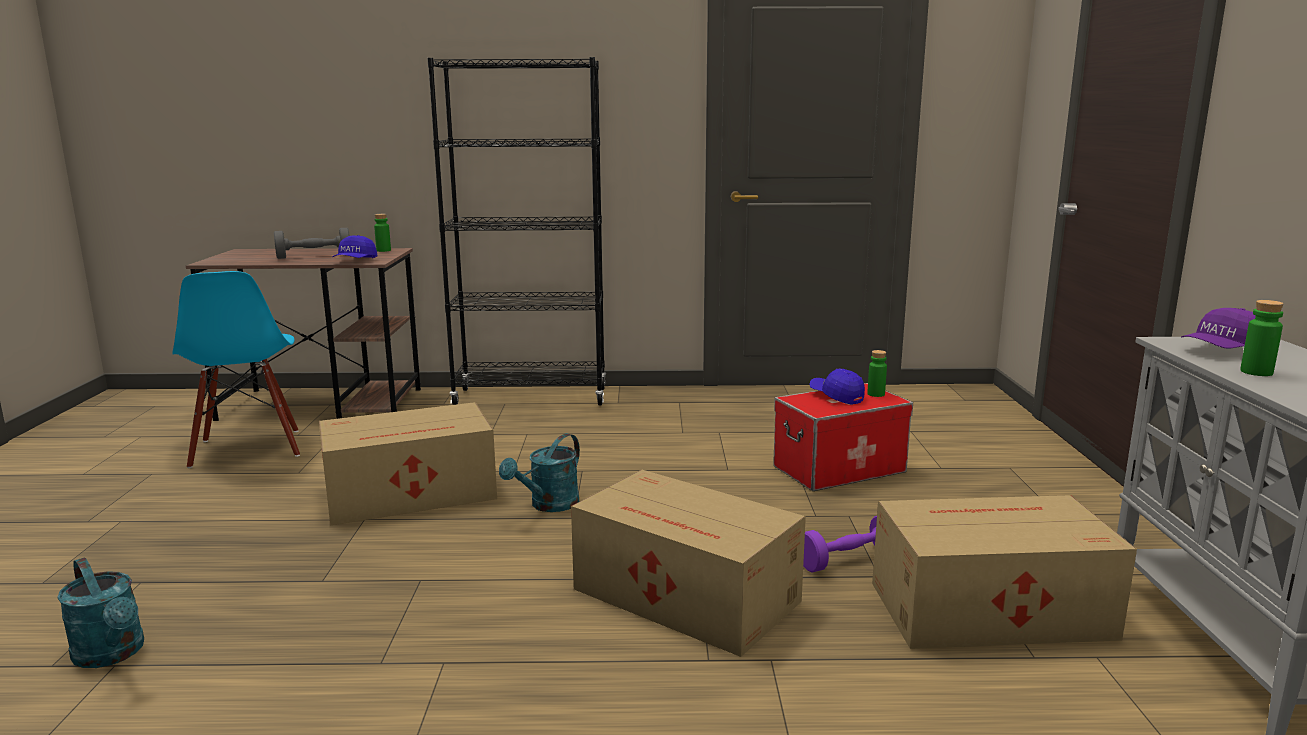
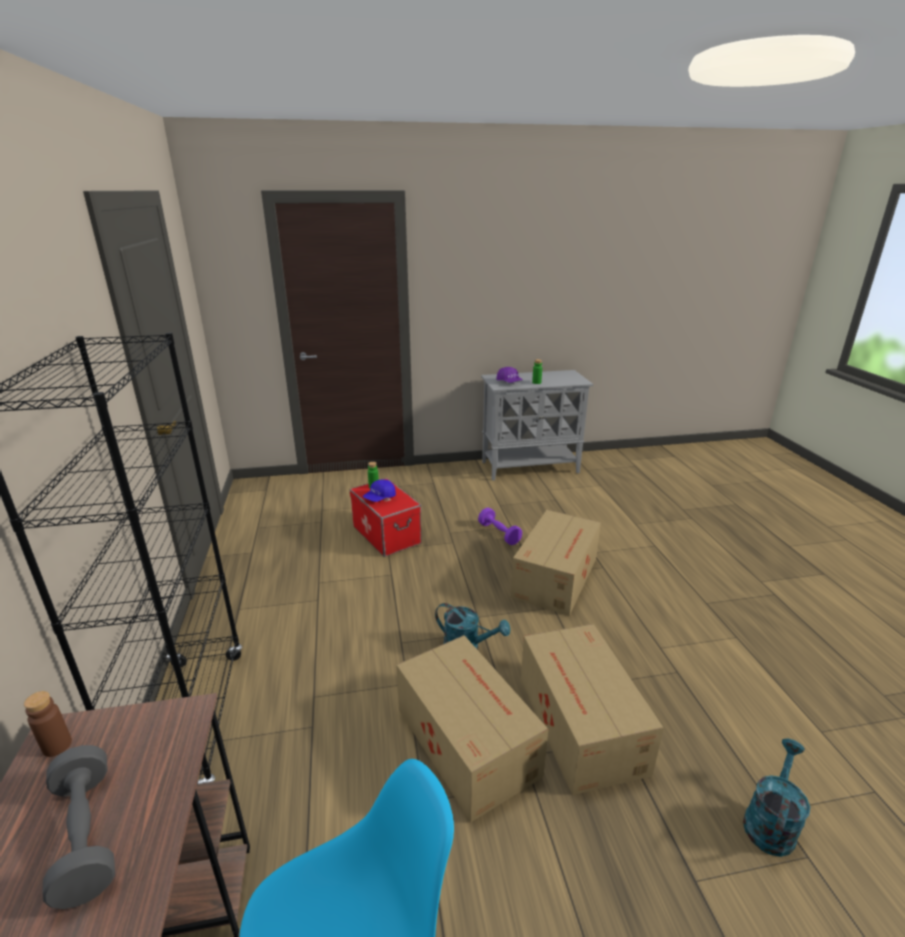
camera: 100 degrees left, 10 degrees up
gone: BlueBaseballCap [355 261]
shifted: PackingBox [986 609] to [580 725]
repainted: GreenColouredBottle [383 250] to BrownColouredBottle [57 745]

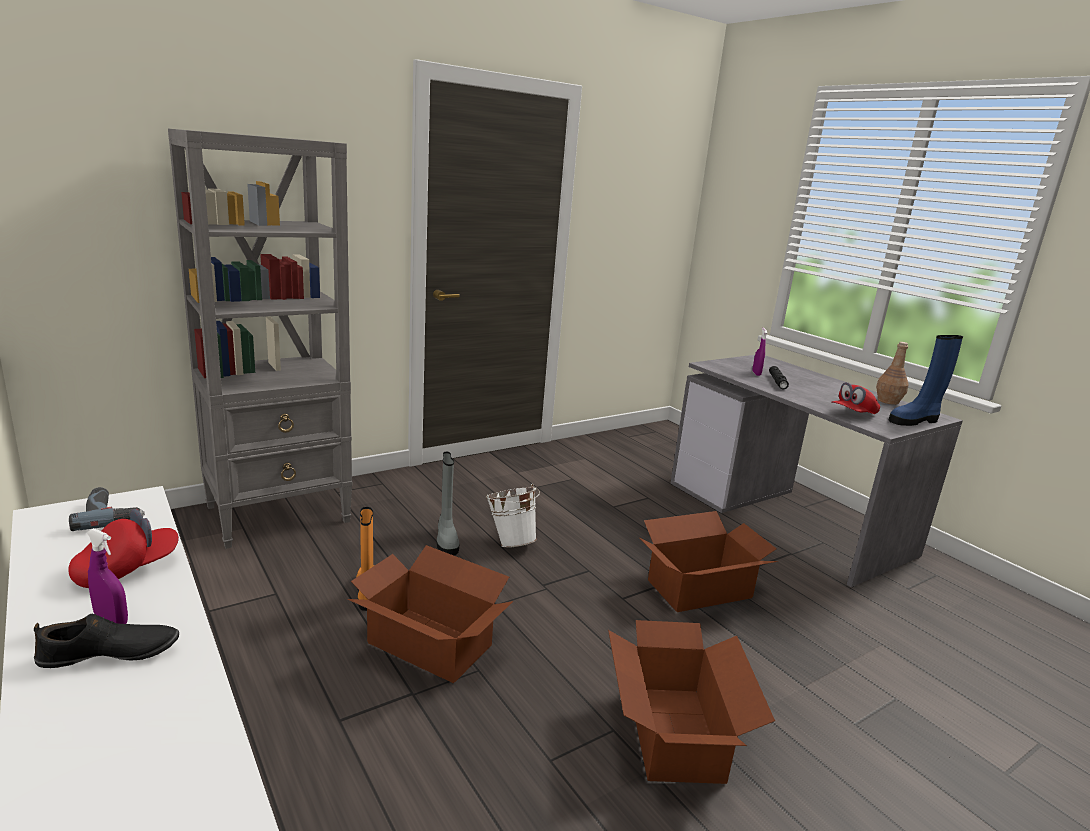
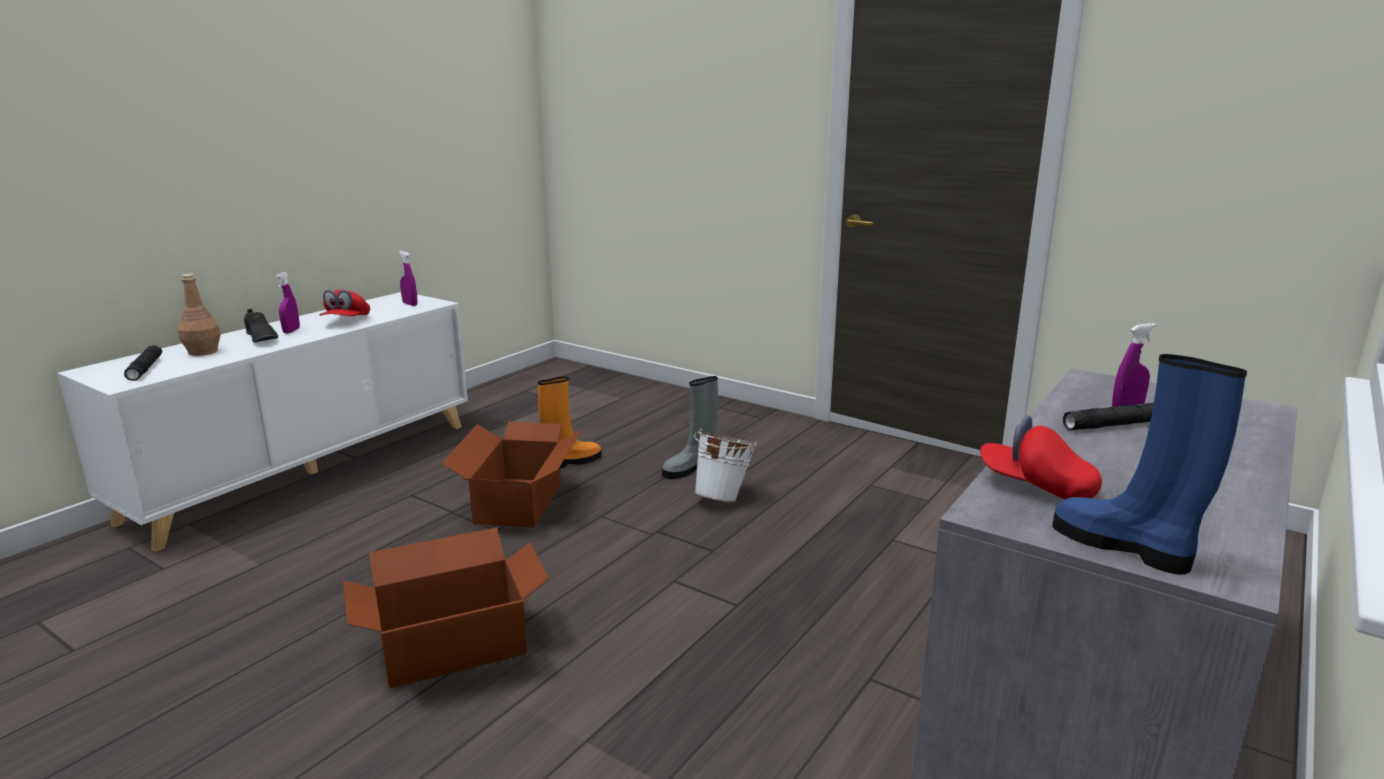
camera: 70 degrees right, 0 degrees up
gone: GrayBookcase [280 514]; PackingBox [701 589]
new: BlackishTorch [145 369]
shifted: BrownColouredBottle [888 401] to [203 352]
swapped: PowerDrill [111 514] to PurplishSprayer [410 304]
rotated: RedColouredBaseballCap [127 569] = [346 321] 75 degrees clockwise

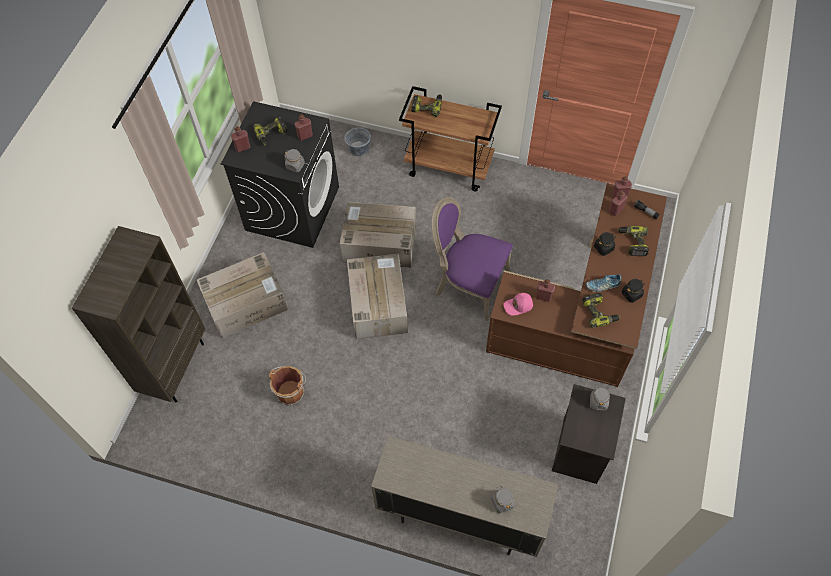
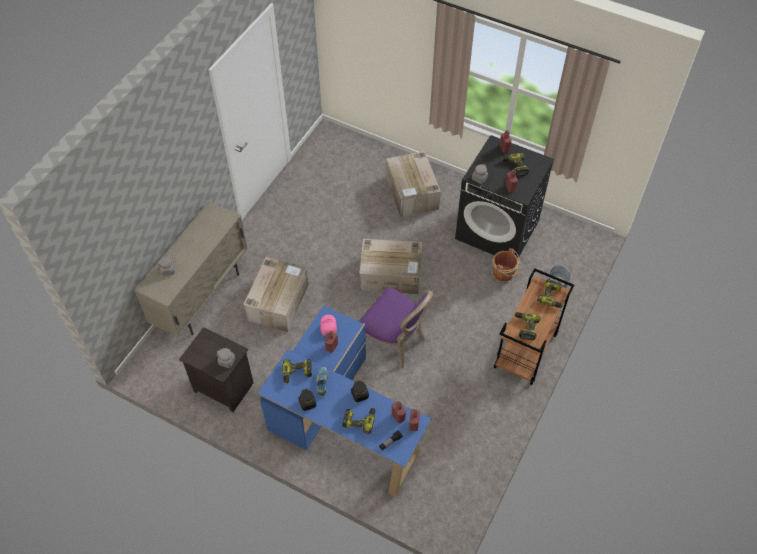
camera: 100 degrees right, 5 degrees down
gone: BrownColouredBookcase [175 367]
new: PowerDrill [525 327]
shifted: PackingBox [378 244] to [278 301]; BrownColouredBucket [290 391] to [504 275]
repainted: BrownColouredDeskTable [582 317] to BlueDeskTable [341 422]
rotated: PurplishUprightChair [469 284] = [395 342] 90 degrees clockwise

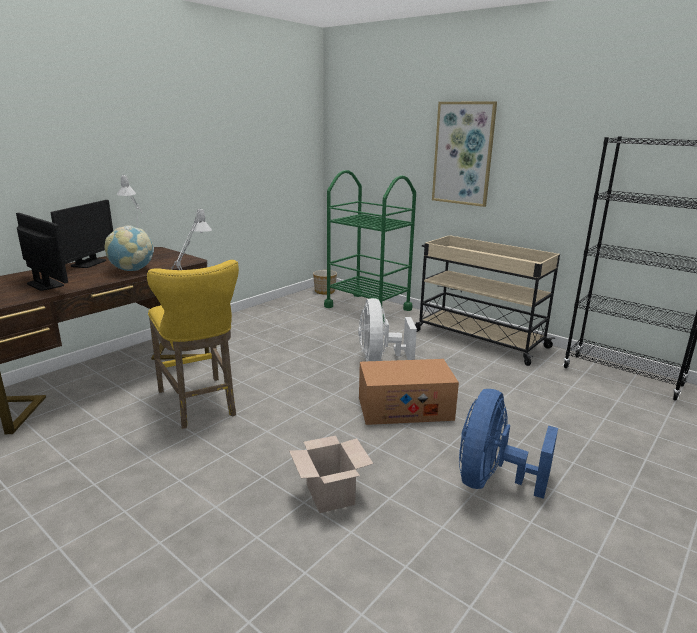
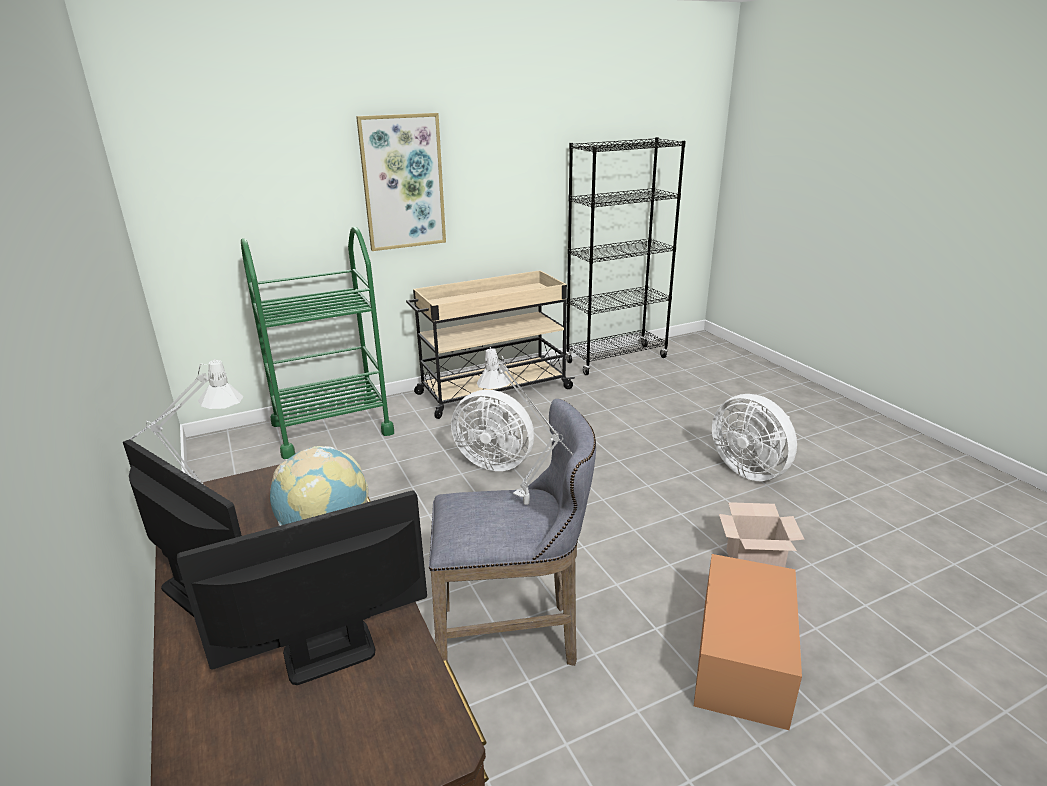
camera: 65 degrees left, 5 degrees up
gone: FlowerPot [324 291]
shifted: PackingBox [405 408] to [742 659]
repainted: YellowishStool [199 404] to GrayStool [514 638]; BlueCoolingFan [492 480] to WhiteCoolingFan [750 470]

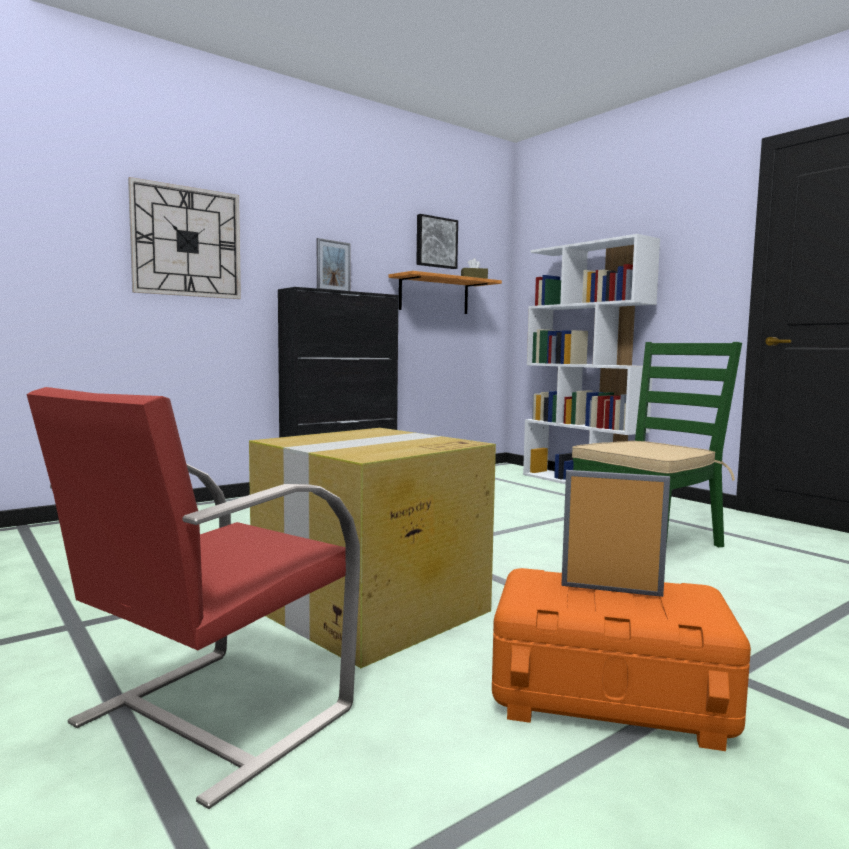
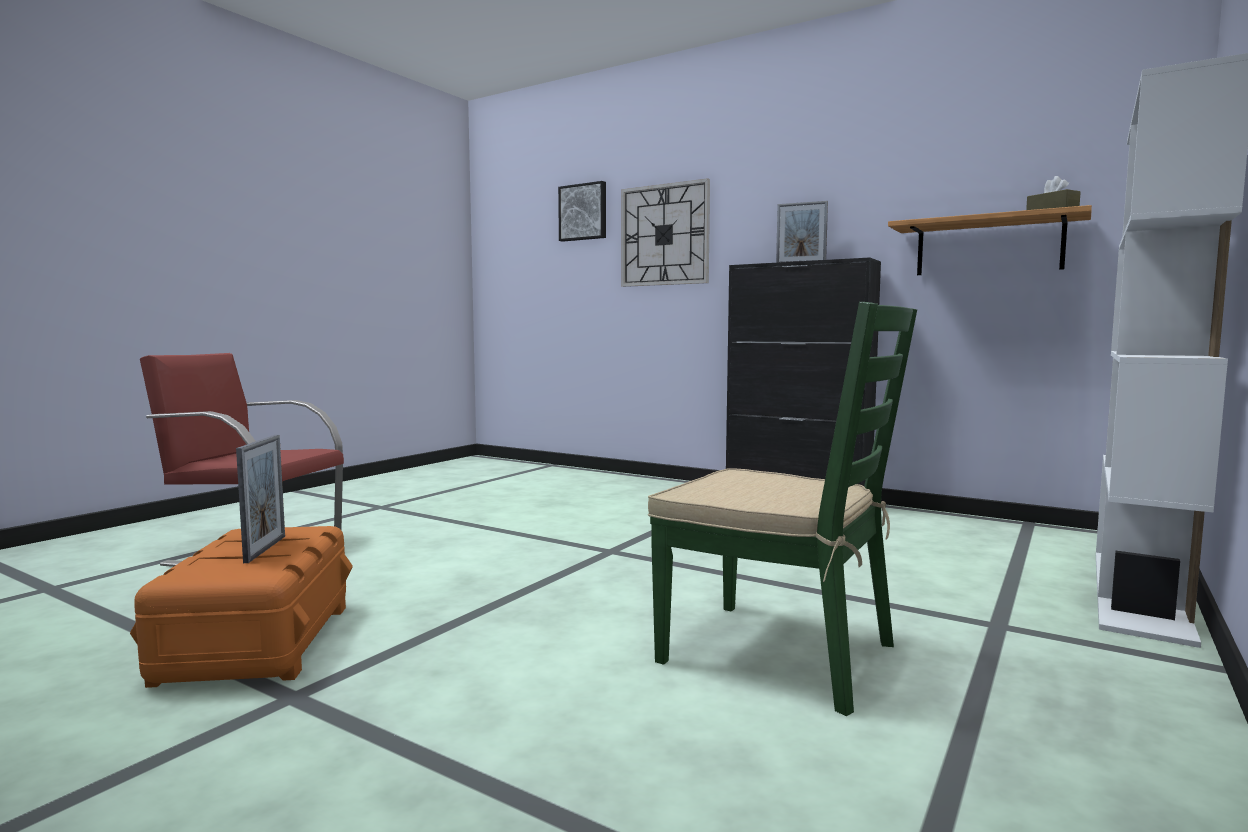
camera: 70 degrees right, 0 degrees up
gone: PackingBox [369 610]
shifted: WallArt [435 242] to [583 212]

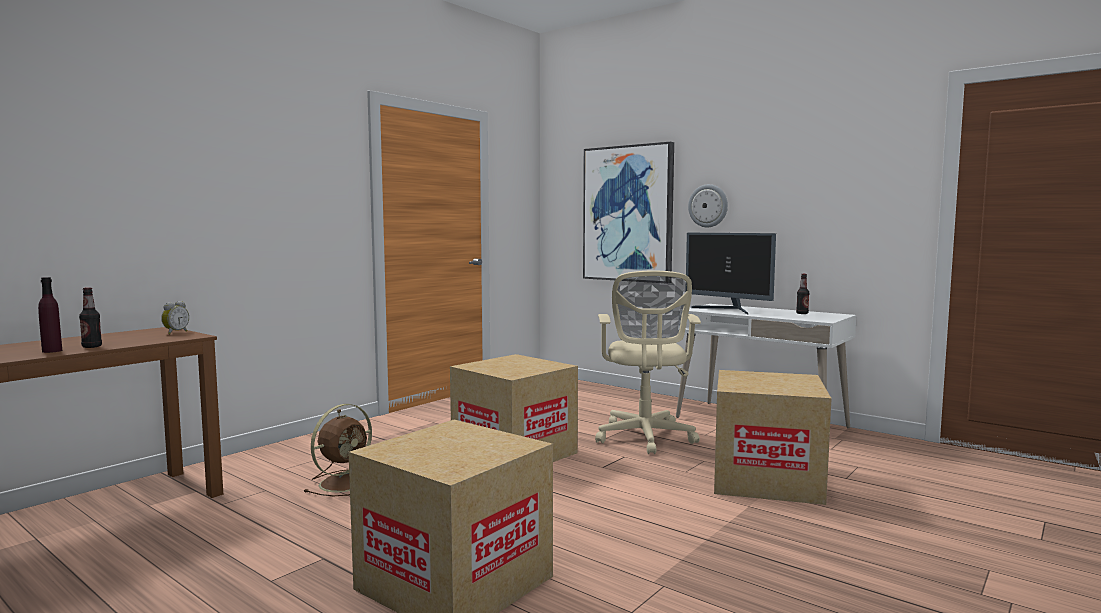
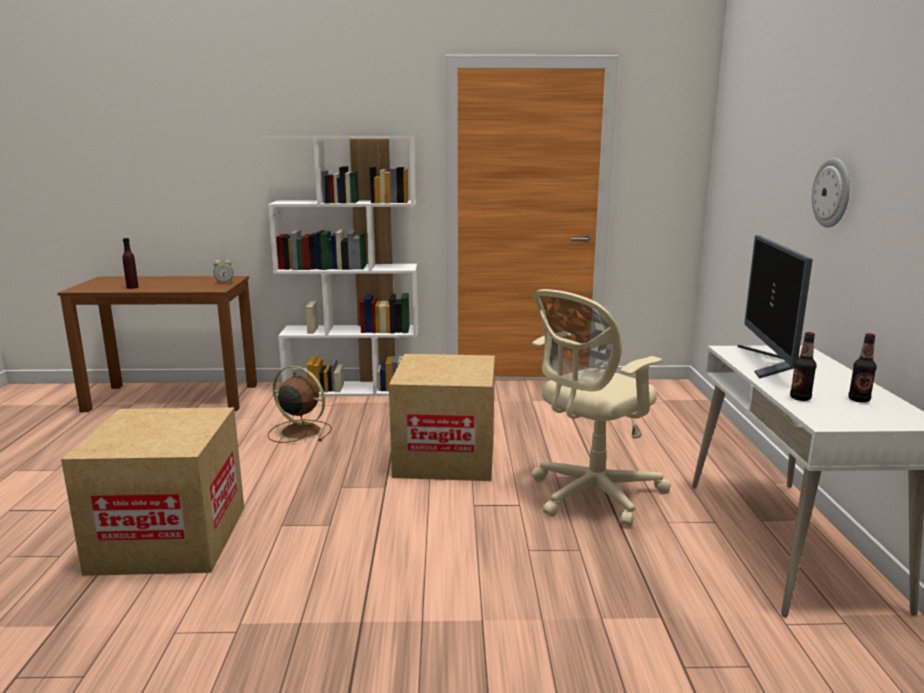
camera: 50 degrees right, 10 degrees up
gone: WallArt [628 214]; PackingBox [766 480]
new: WhiteBookcase [353 389]
shifted: Bottle [92 346] to [800 398]
rotated: BrownColouredCoolingFan [346 482] = [299 431] 150 degrees counterclockwise

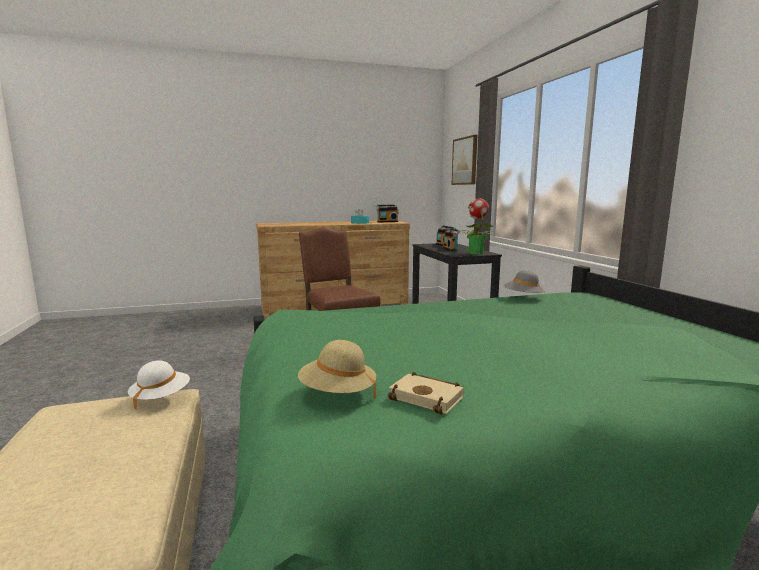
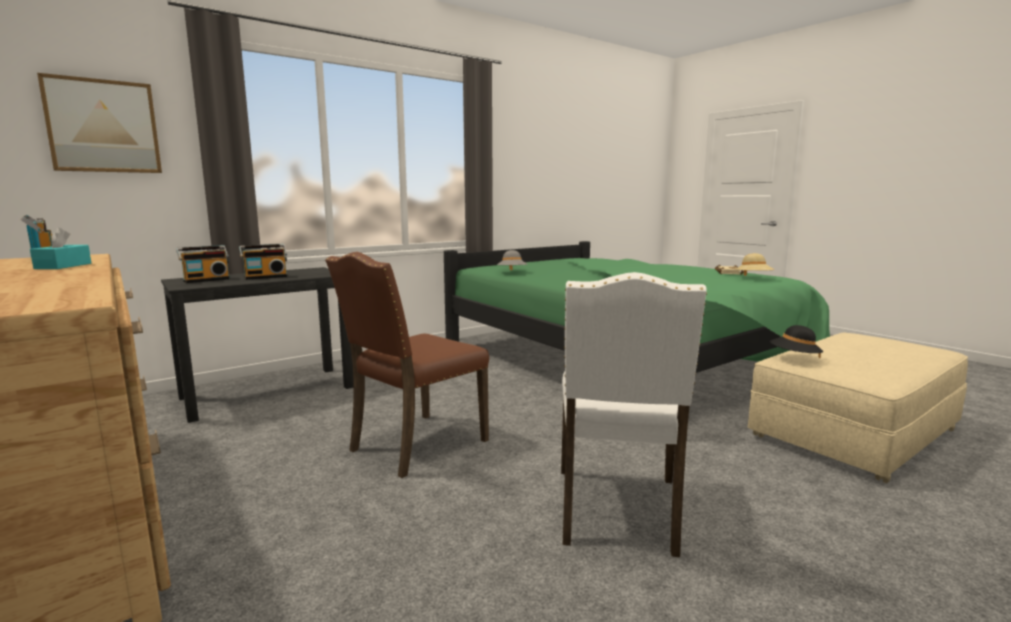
camera: 110 degrees left, 0 degrees up
gone: Houseplant [475 253]
new: WhiteUprightChair [617 511]
repainted: WhiteClothingHat [160 397] to BlackishClothingHat [794 358]

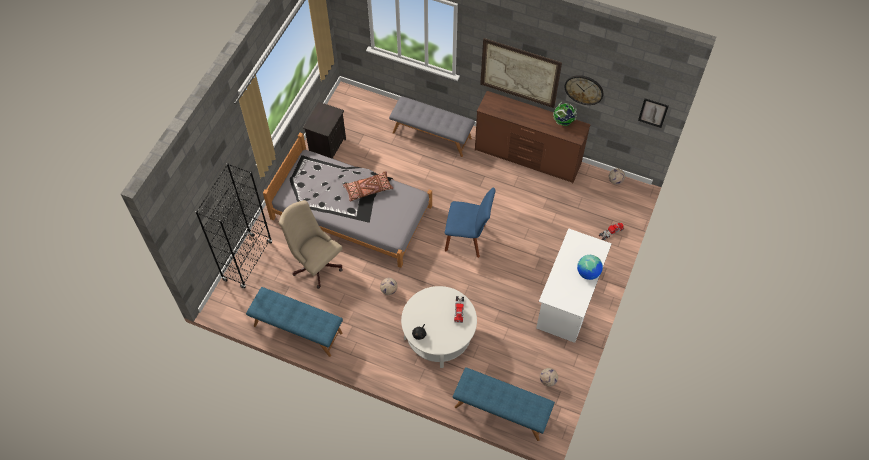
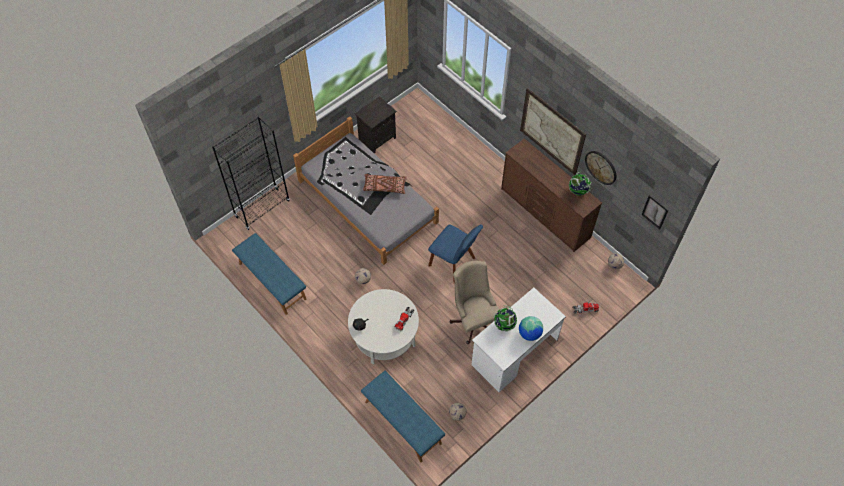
camera: 25 degrees right, 0 degrees up
gone: GrayLongSeat [432 135]
new: Globe [504 324]
shifted: BeigeOfficeChair [315 263] to [473 319]

